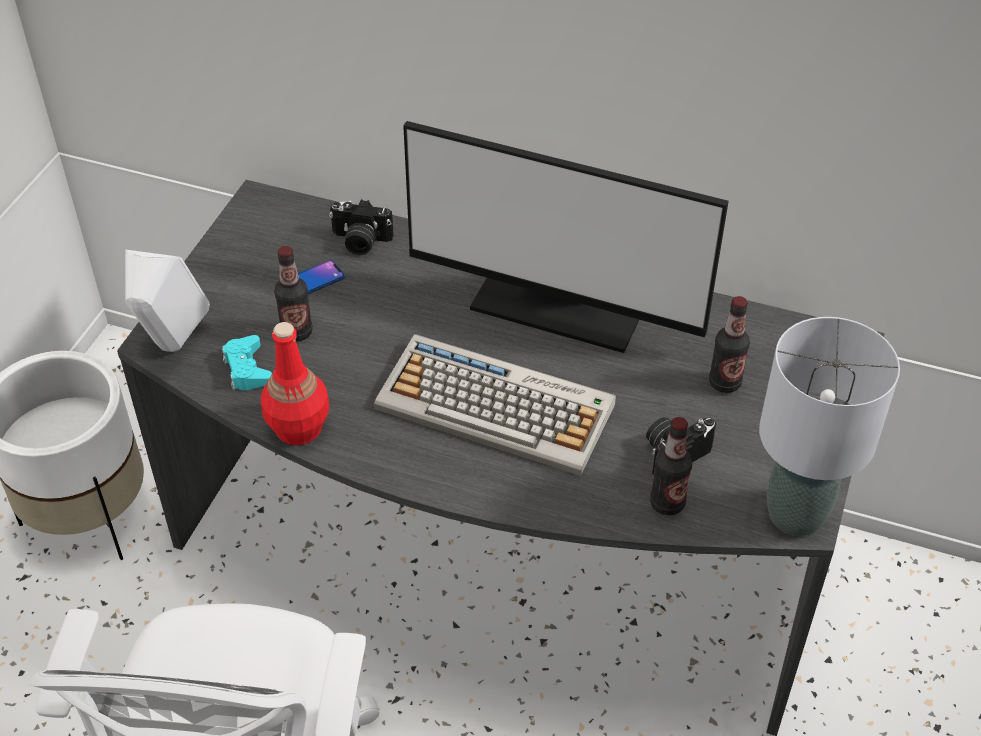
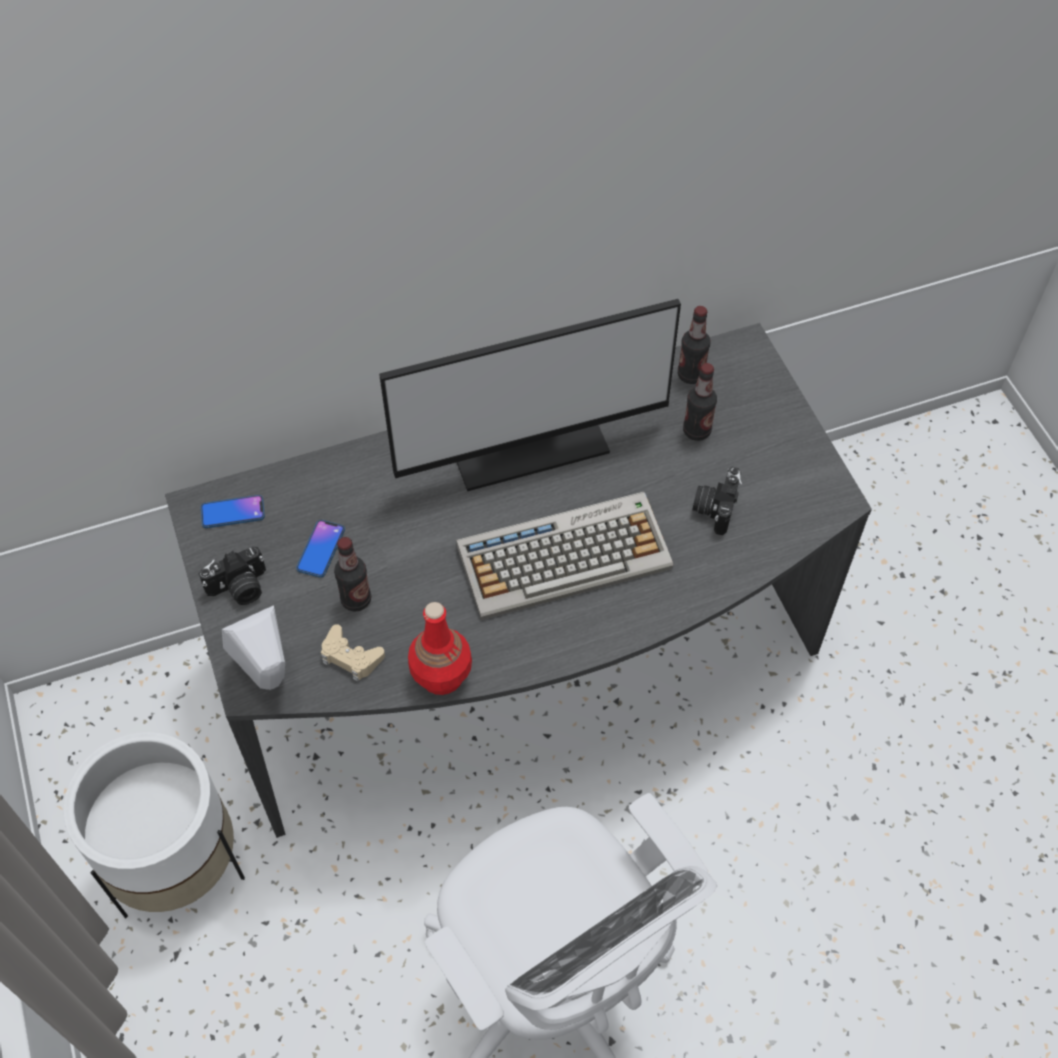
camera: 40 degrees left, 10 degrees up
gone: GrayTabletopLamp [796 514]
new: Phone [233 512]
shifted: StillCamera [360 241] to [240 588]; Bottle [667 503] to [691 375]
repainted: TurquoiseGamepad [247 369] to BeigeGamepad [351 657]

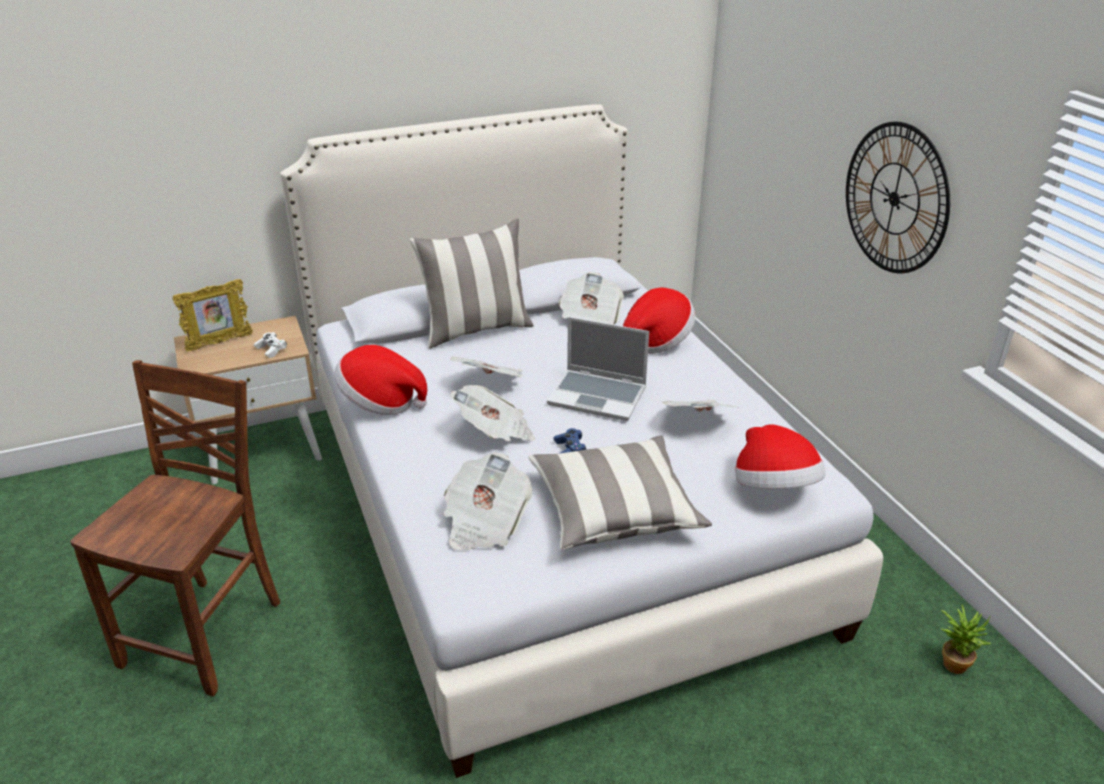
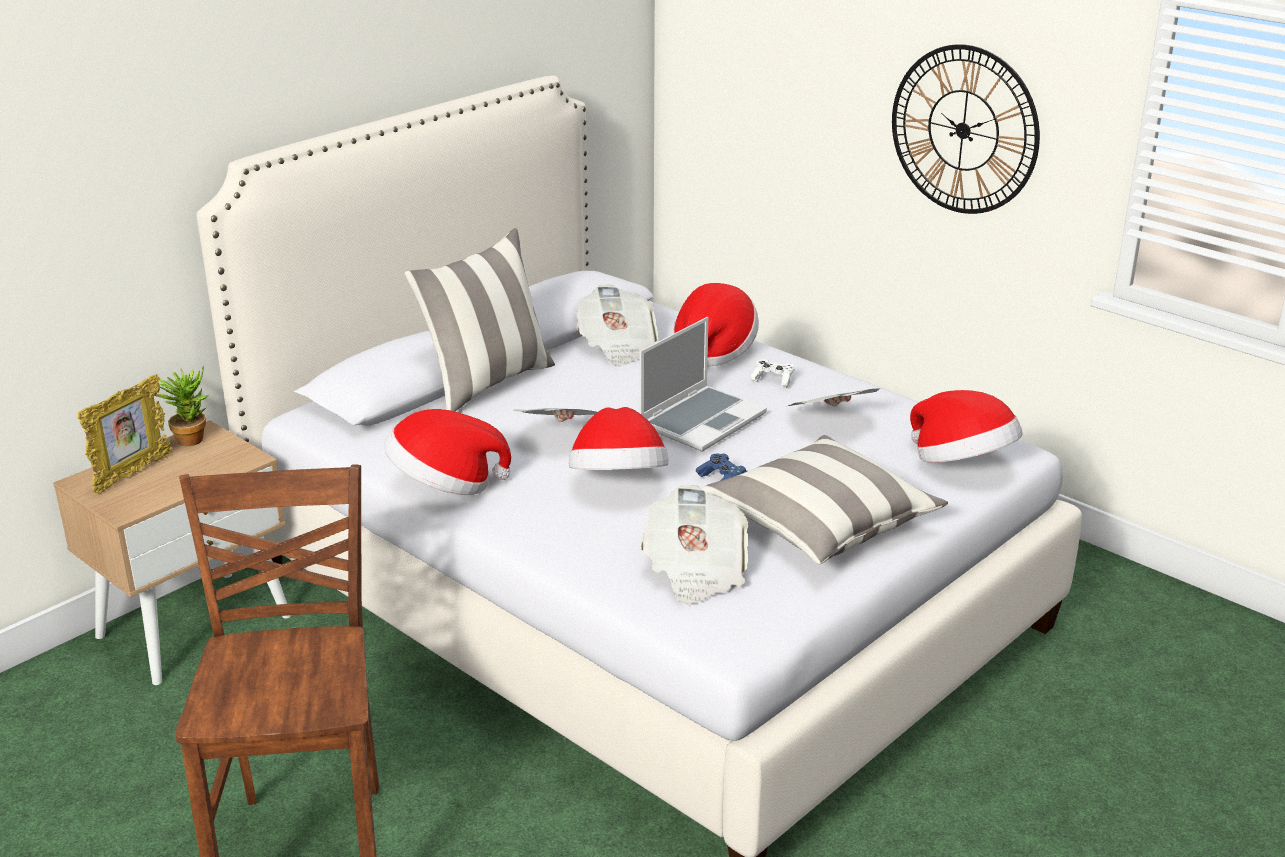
camera: 25 degrees left, 5 degrees down
shifted: WhiteGamepad [271 350] to [772 380]; Houseplant [953 661] to [190 437]
swapped: PrintedPaper [495 432] to ClothingHat [619 483]
rotated: NotebookComputer [598 396] = [702 420] 45 degrees counterclockwise

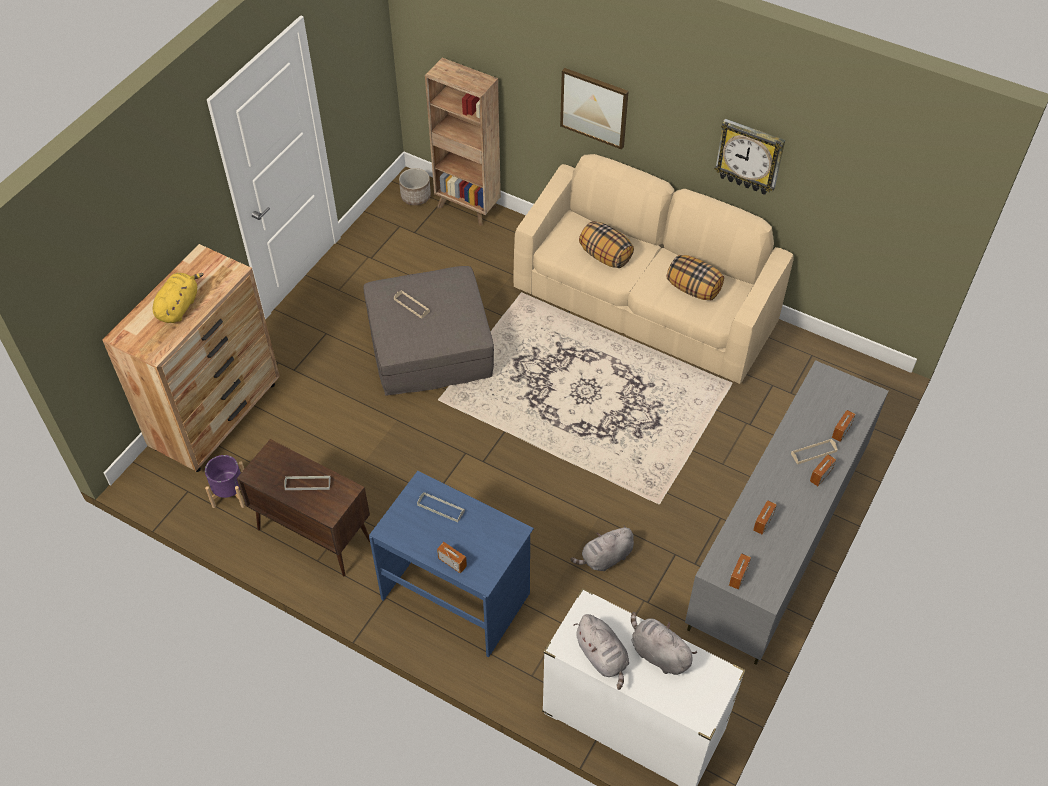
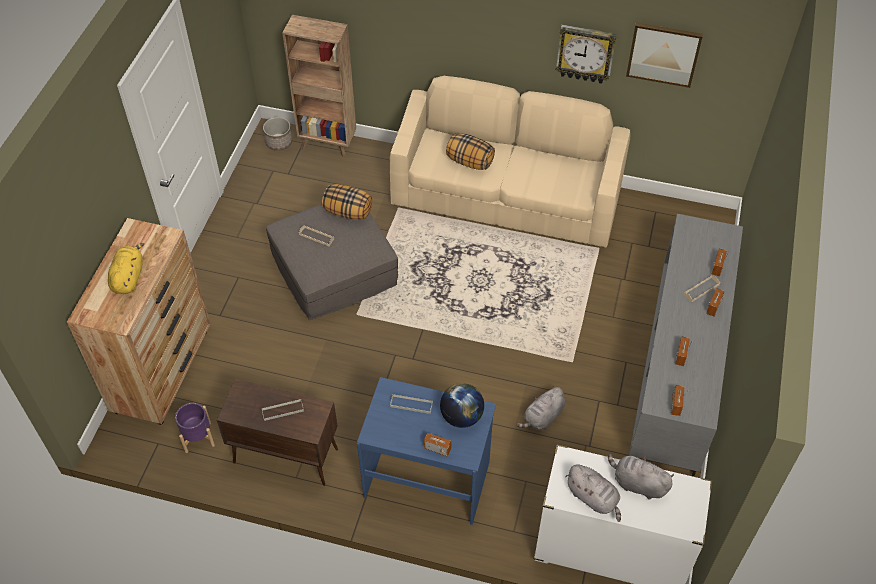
camera: 15 degrees left, 0 degrees up
new: Globe [461 416]
shifted: WallArt [594 107] to [663 54]; Pillow [693 289] to [348 212]

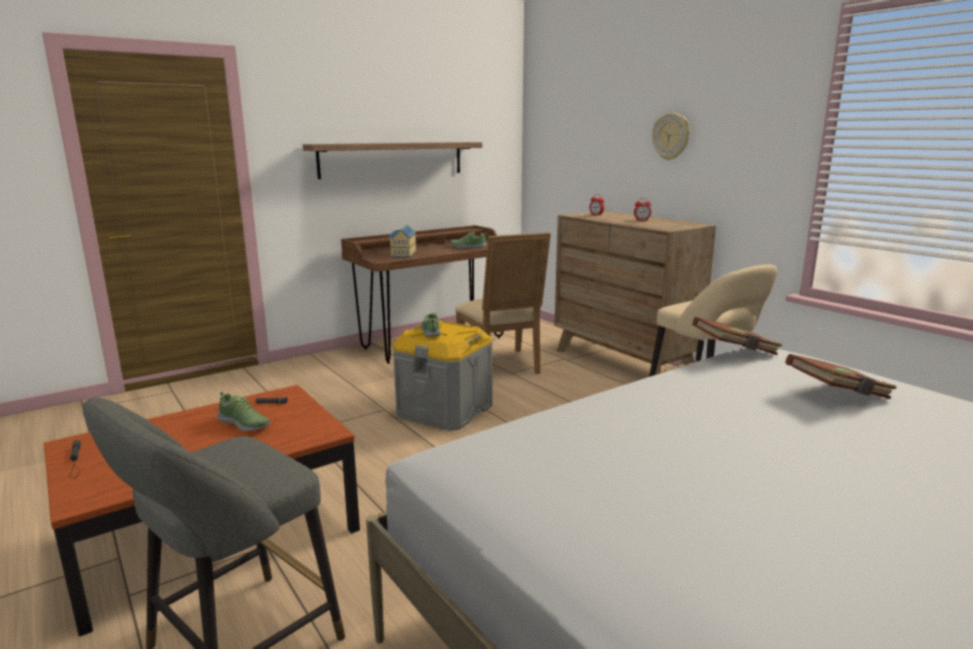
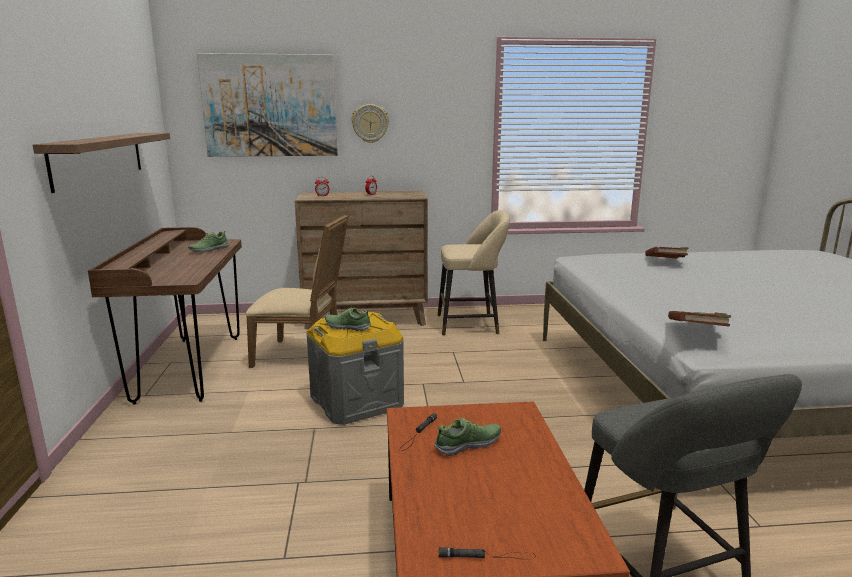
camera: 60 degrees left, 0 degrees up
gone: MiniatureHouse [402 254]
new: WallArt [270 106]
shifted: BrownColouredBook [735 351] to [697 332]

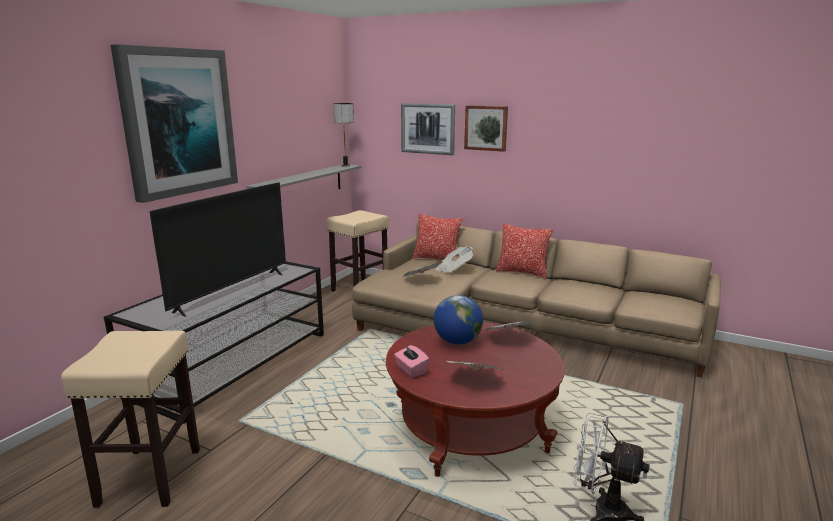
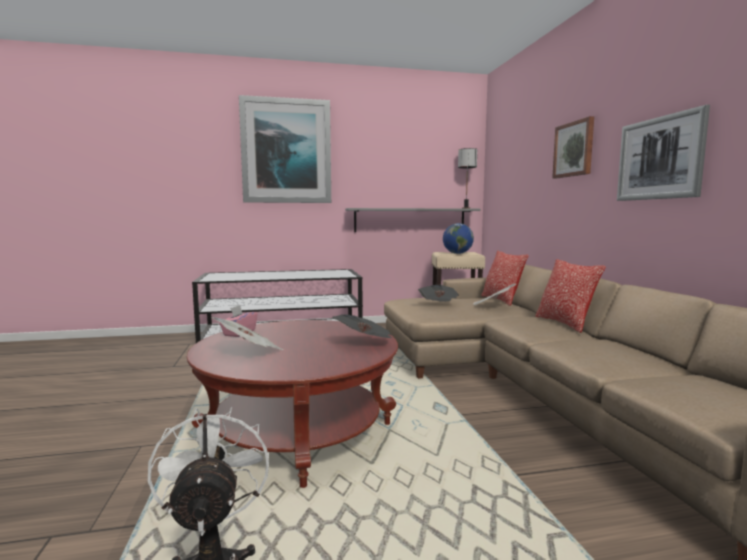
camera: 50 degrees right, 10 degrees down
gone: Tv [231 292]; BeigeStool [150 475]
shifted: WallArt [428 128] to [659 158]; Globe [457 342] to [457 253]

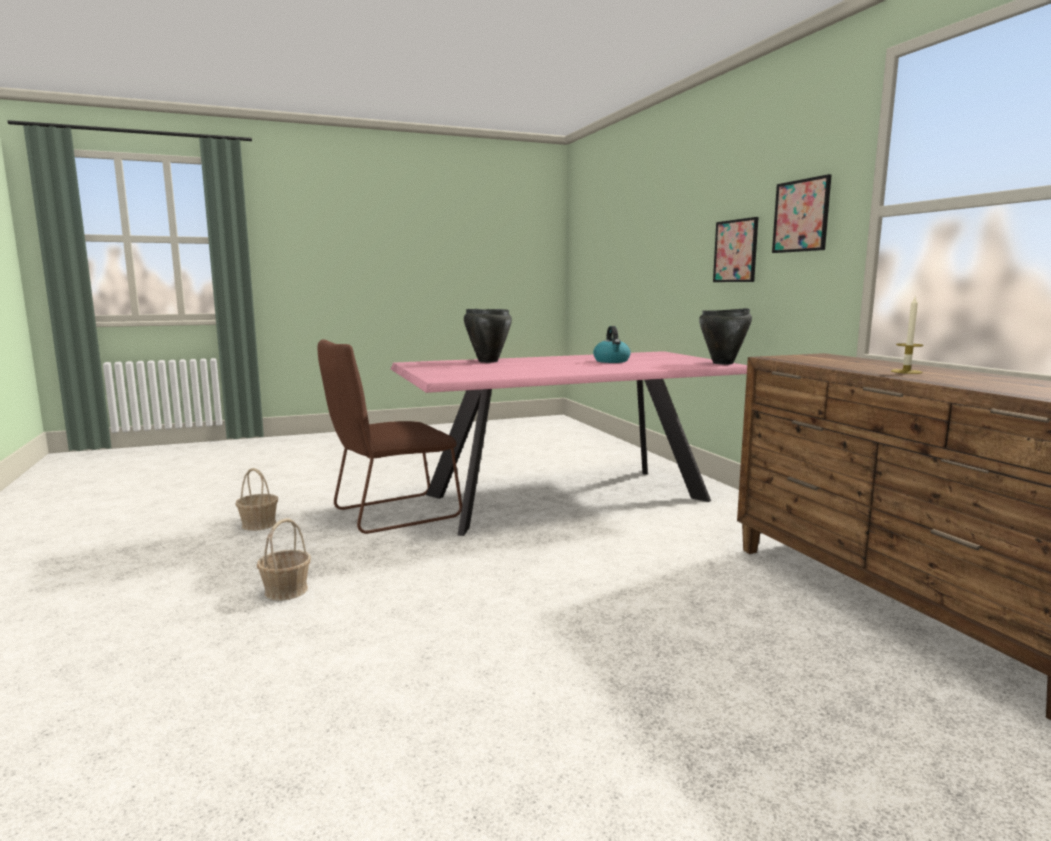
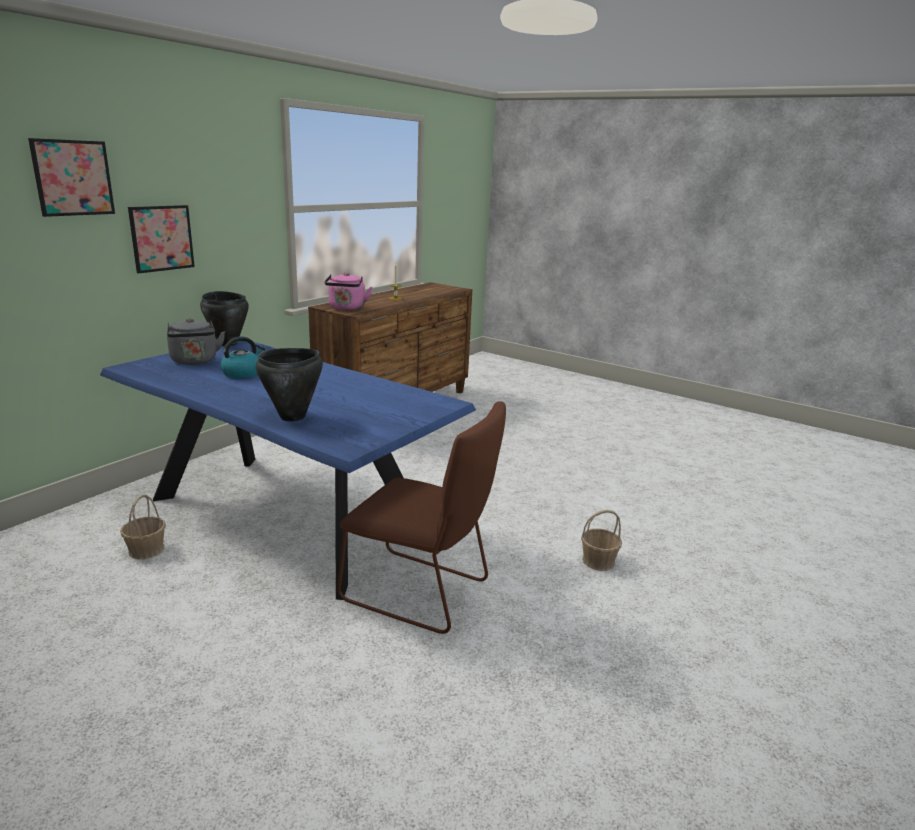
camera: 125 degrees left, 10 degrees up
new: PinkishWaterKettle [347 308]; GrayWaterKettle [195 361]
shifted: WallArt [801 216] to [73 178]; HouseholdBasket [259 524] to [146 550]
repainted: PinkishDinnerTable [566 498] to BlueDinnerTable [288 516]

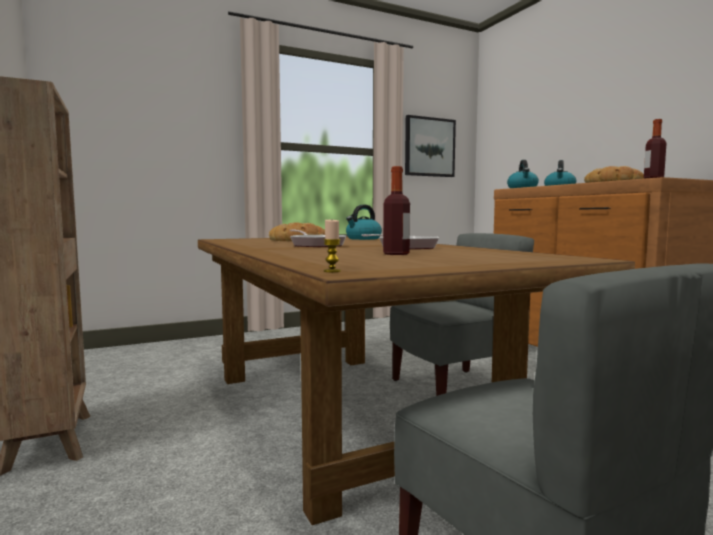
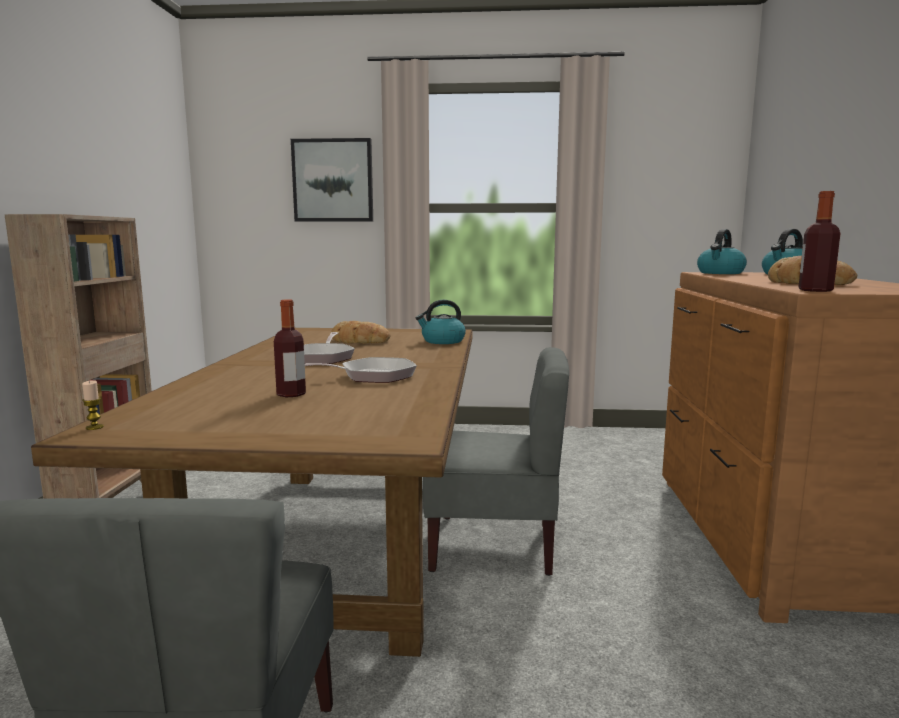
camera: 30 degrees right, 5 degrees up
shifted: WallArt [429 147] to [333 180]

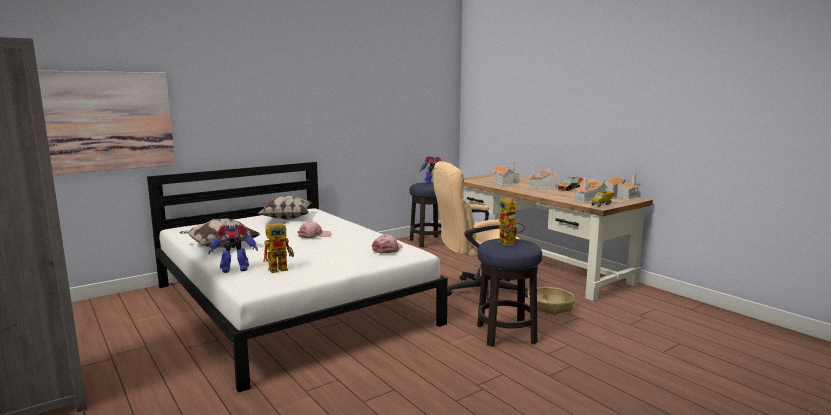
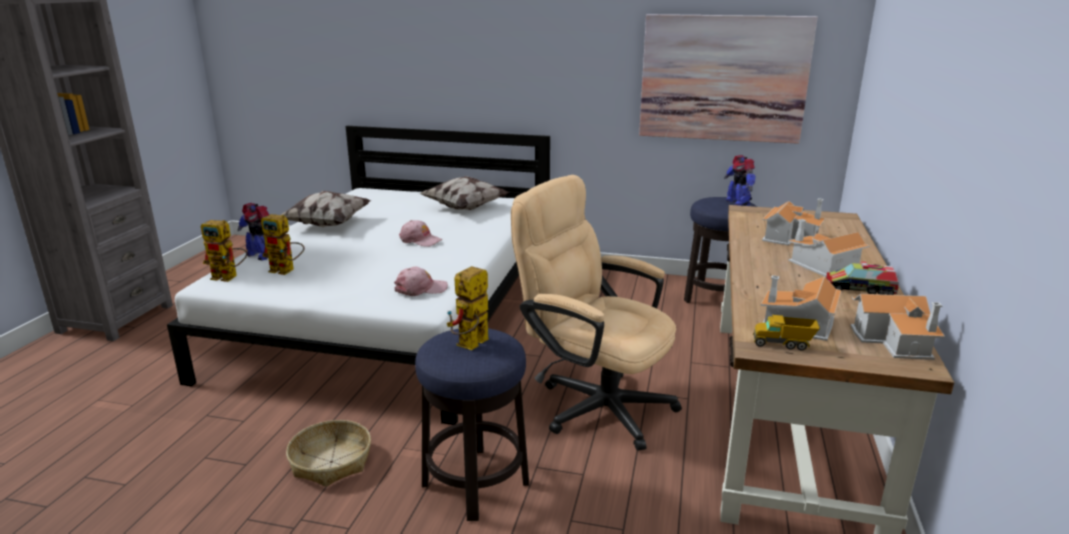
camera: 50 degrees right, 10 degrees up
new: ToyRobot [230 277]
shifted: WallArt [100 121] to [723 78]; HouseholdBasket [550 306] to [331 462]

